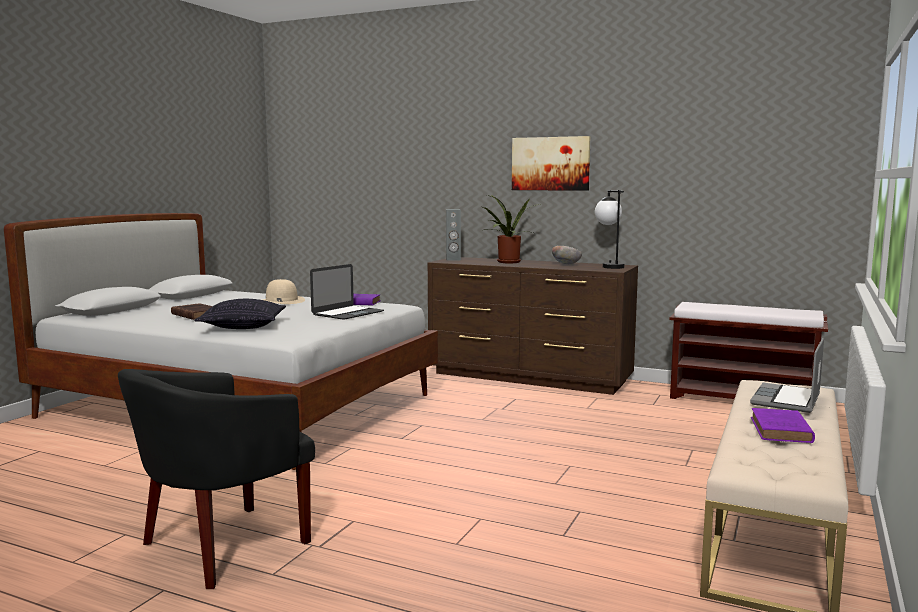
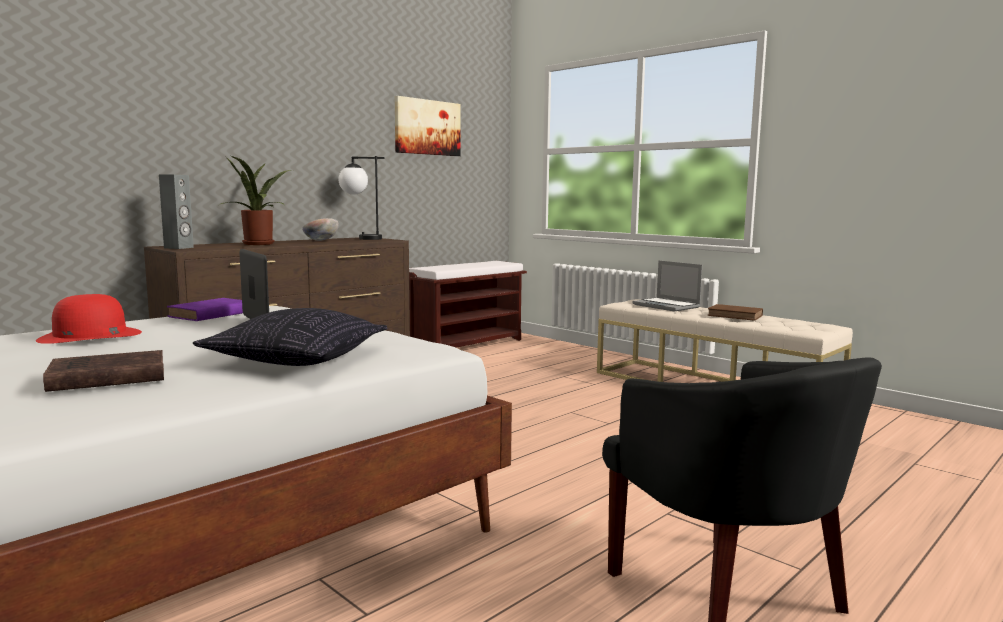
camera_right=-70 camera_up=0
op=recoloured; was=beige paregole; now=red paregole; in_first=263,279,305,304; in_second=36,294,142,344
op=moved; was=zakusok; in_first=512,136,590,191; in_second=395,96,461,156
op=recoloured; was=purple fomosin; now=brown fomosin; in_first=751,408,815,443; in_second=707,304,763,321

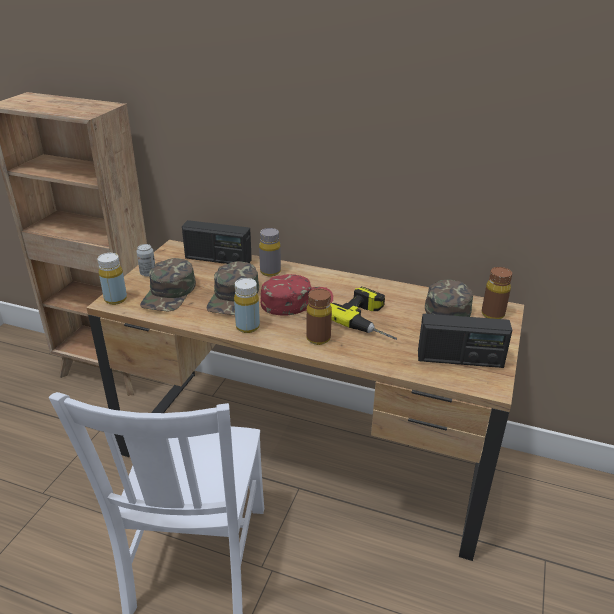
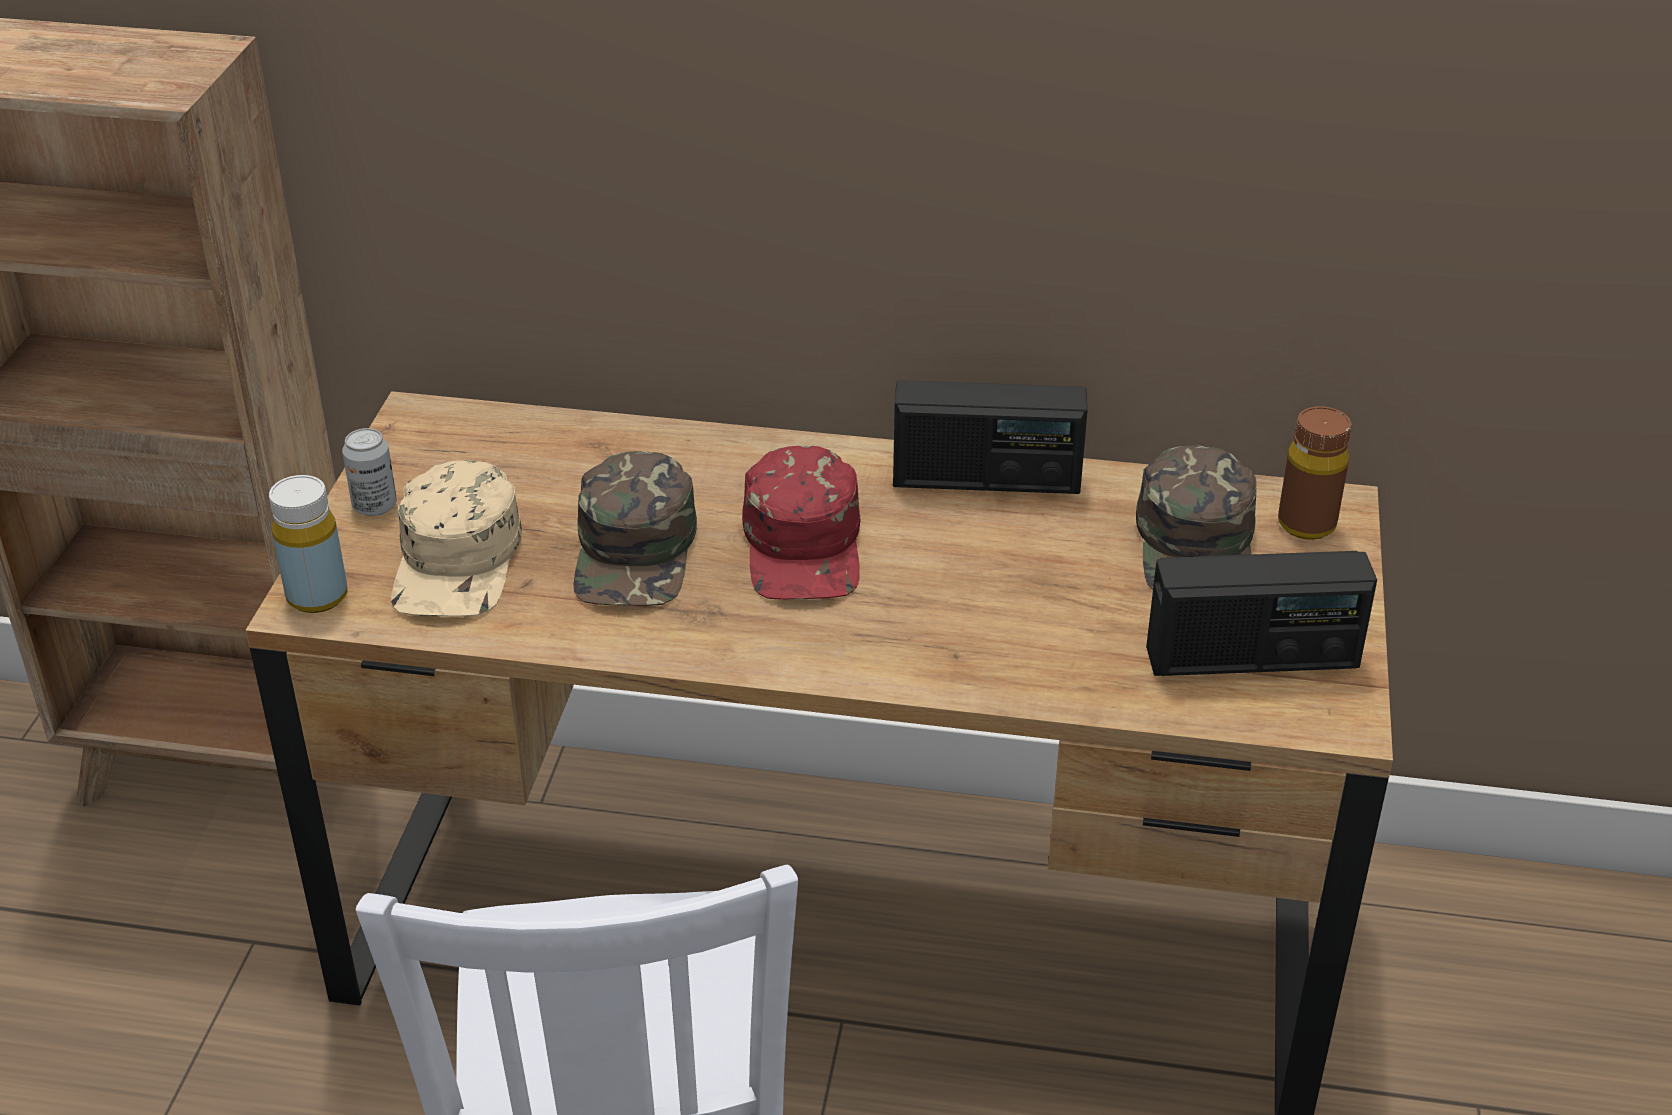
camera_right=-10 camera_up=5
op=recoloured; was=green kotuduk; now=beige kotuduk; in_first=140,258,196,312; in_second=391,460,521,617
op=moved; was=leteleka; in_first=182,220,252,264; in_second=893,380,1088,494
op=removed; was=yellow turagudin; in_first=234,278,260,333
op=removed; was=grey turagudin; in_first=259,228,281,277
op=turned; was=red kotuduk; in_first=260,274,333,316; in_second=742,445,860,600; clockwise=120
op=removed; was=brown turagudin; in_first=306,289,332,345
op=removed; was=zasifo; in_first=330,286,397,340

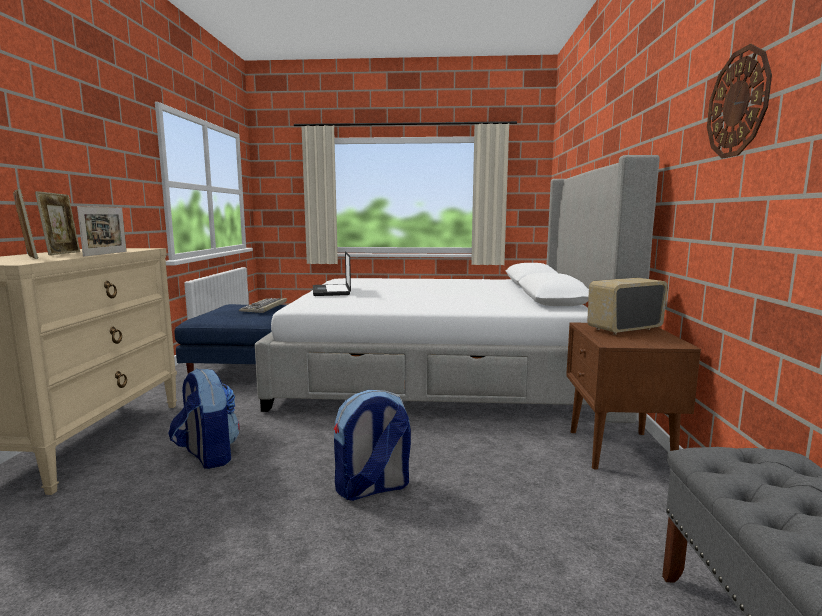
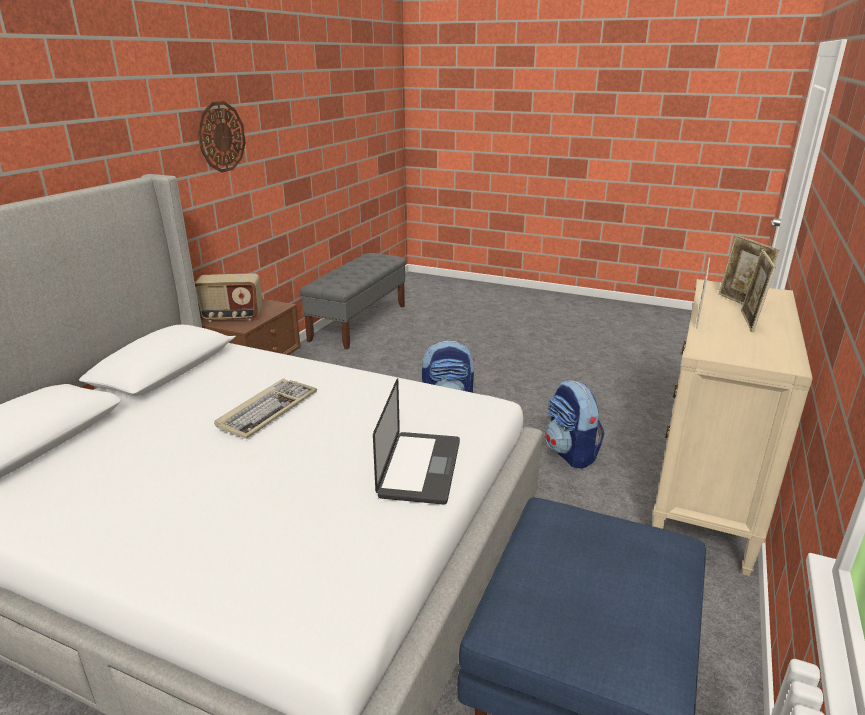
camera_right=-160 camera_up=15
op=moved; was=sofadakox; in_first=239,298,287,313; in_second=214,379,317,439

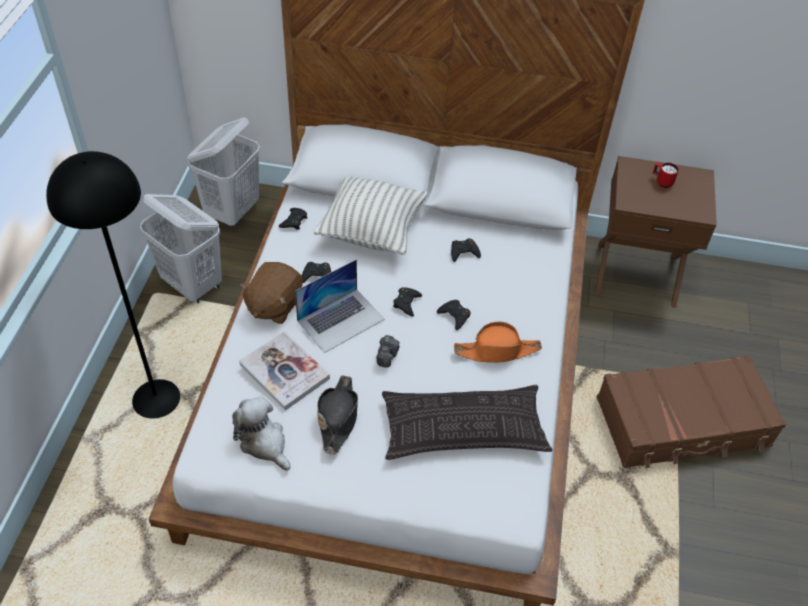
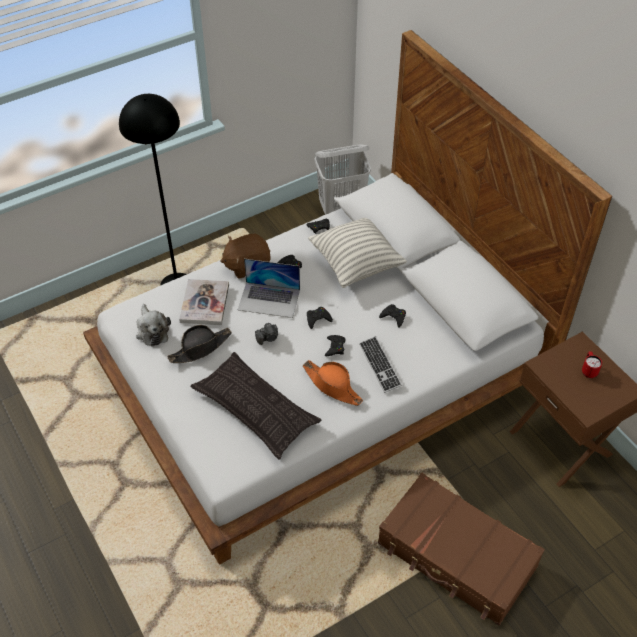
camera_right=50 camera_up=0
op=removed; was=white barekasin; in_first=140,194,222,303
op=turned; was=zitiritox; in_first=232,396,290,471; in_second=136,304,171,347; clockwise=150
op=added; now=sofadakox; in_second=359,336,402,393

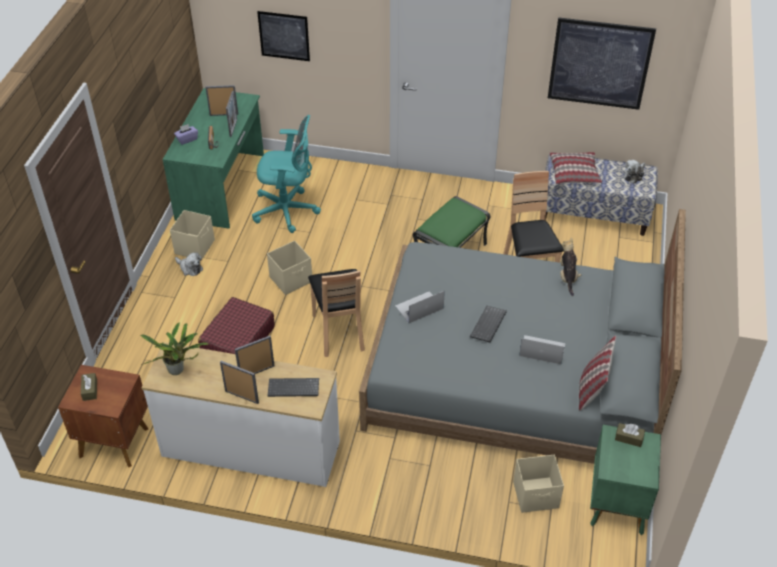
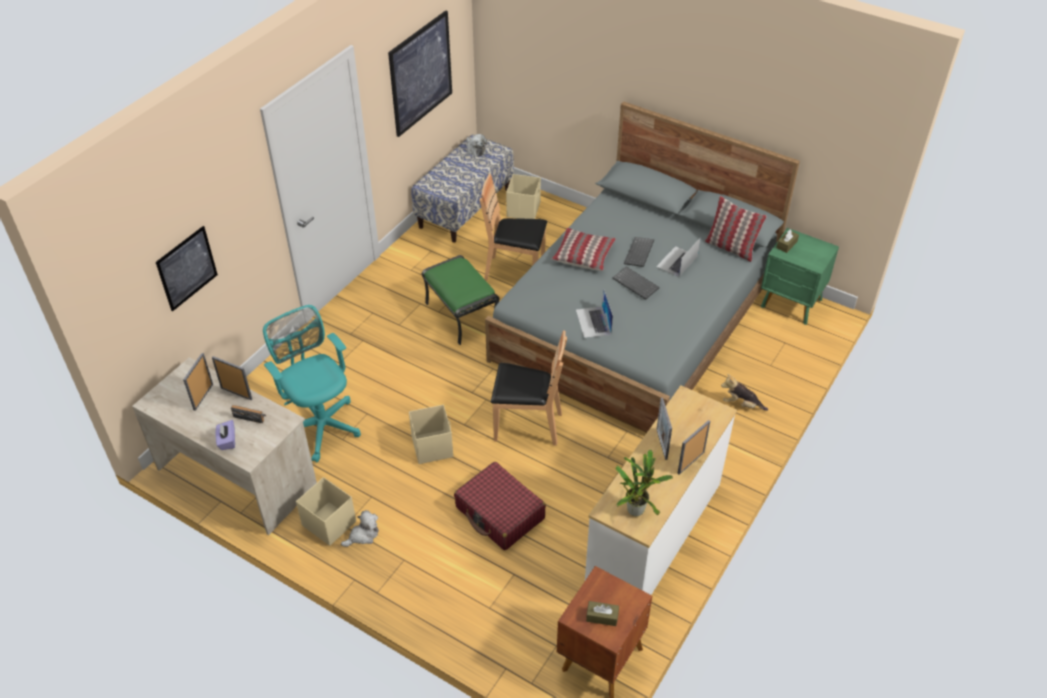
camera_right=-70 camera_up=0
op=recoloured; was=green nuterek; now=beige nuterek; in_first=163,88,264,229; in_second=132,358,317,535
op=turned; was=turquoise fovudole; in_first=252,115,321,233; in_second=263,305,361,462; clockwise=-60
op=moved; was=sofadakox; in_first=267,378,319,397; in_second=624,237,654,267
op=moved; was=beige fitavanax; in_first=513,455,564,513; in_second=506,174,541,219
op=moved; was=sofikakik; in_first=549,152,602,184; in_second=551,228,616,271
op=moved; was=zitiritox; in_first=560,237,582,296; in_second=721,374,768,411

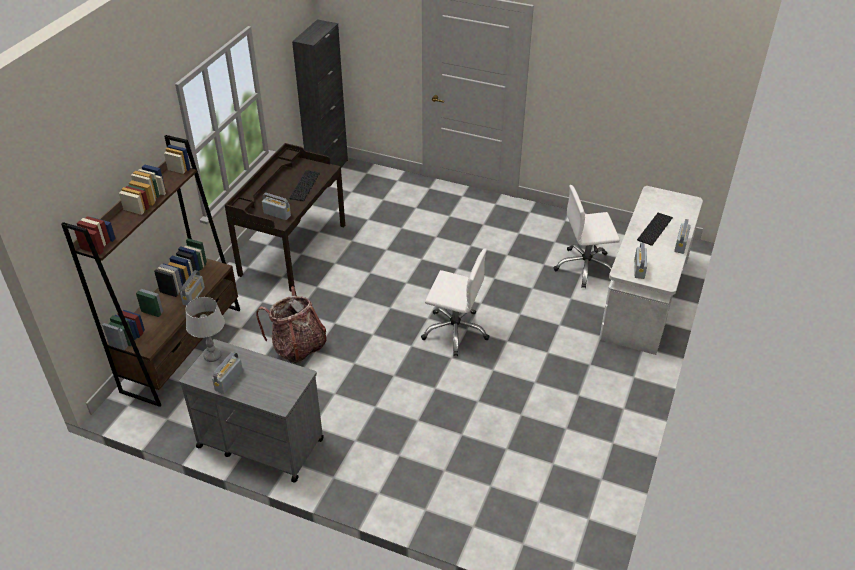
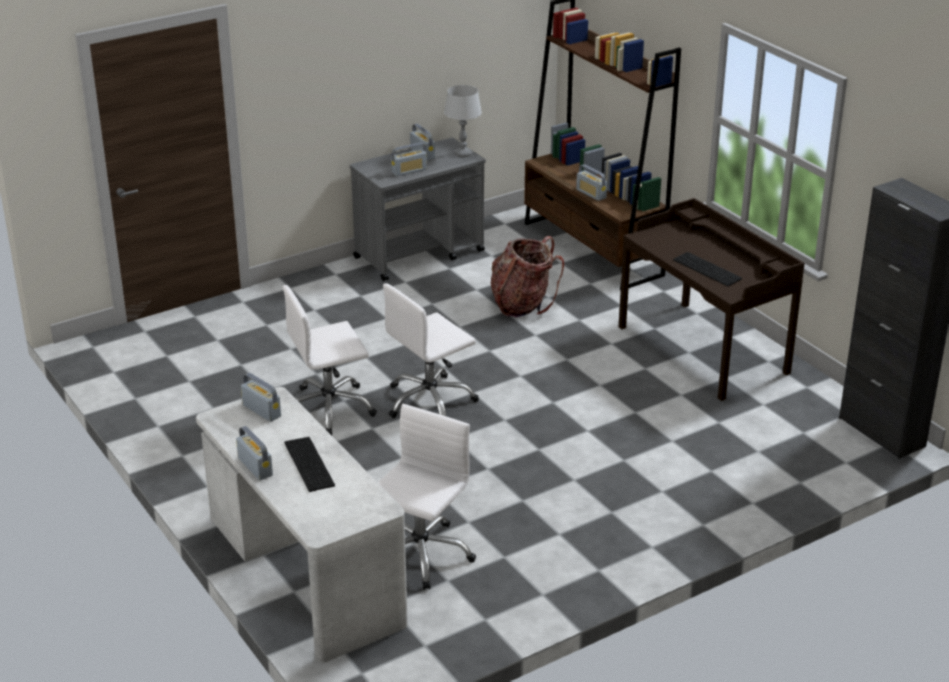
camera_right=125 camera_up=-10
op=moved; was=leteleka; in_first=262,193,291,220; in_second=391,142,427,176
op=added; now=white fovudole; in_second=283,285,377,435

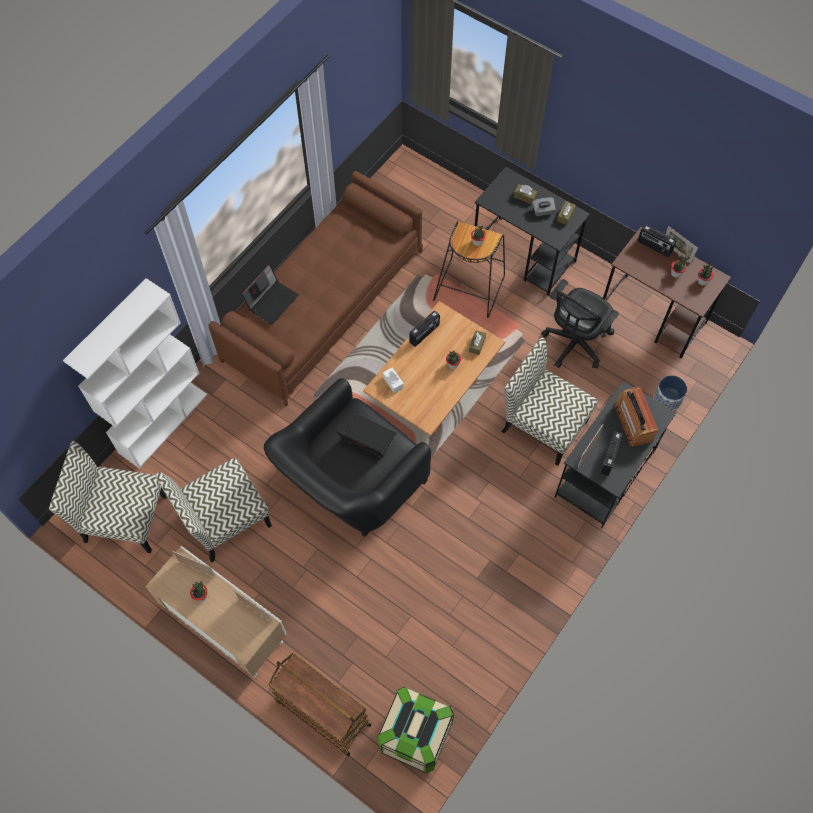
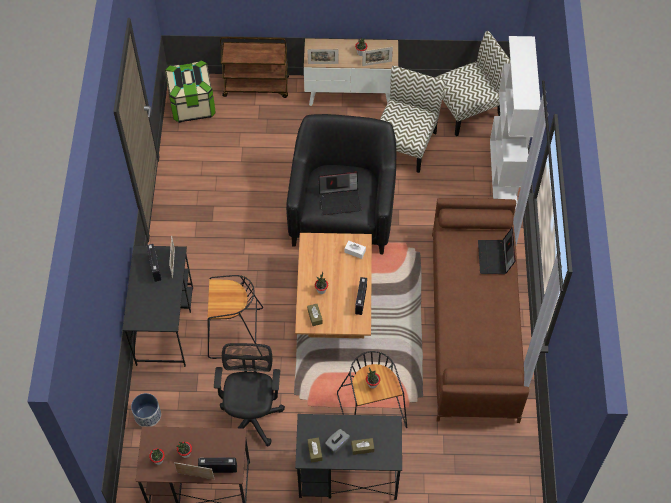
camera_right=145 camera_up=-5
op=replaced; was=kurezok; now=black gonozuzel; in_first=501,337,597,465; in_second=207,275,263,359
op=removed; was=leteleka; in_first=614,387,658,447

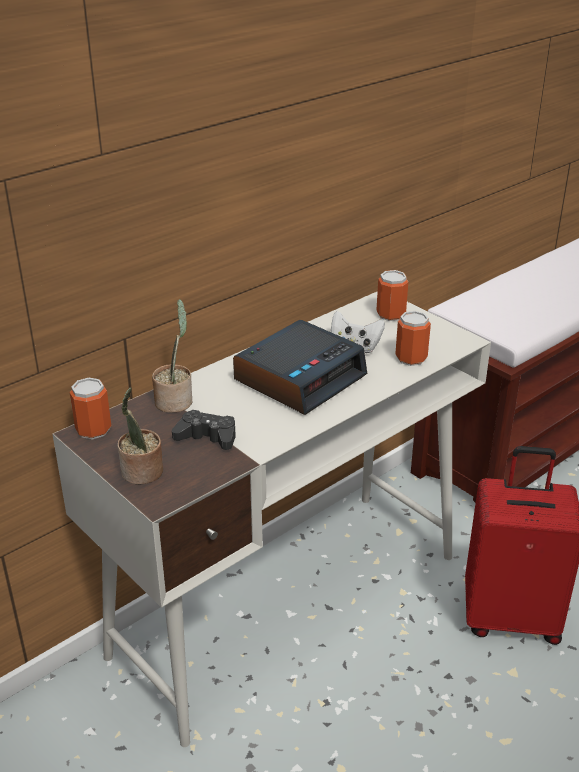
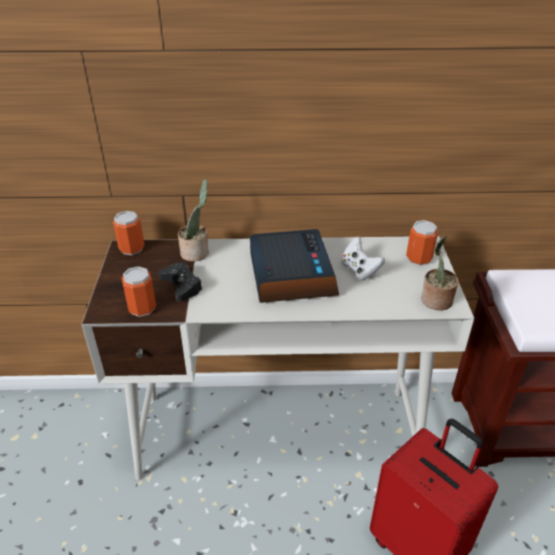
camera_right=40 camera_up=5
op=moved; was=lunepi; in_first=118,387,163,485; in_second=421,236,459,310
op=turned; was=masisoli; in_first=233,320,367,415; in_second=250,229,339,303; clockwise=-90
op=moved; was=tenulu; in_first=395,311,431,366; in_second=122,266,156,317

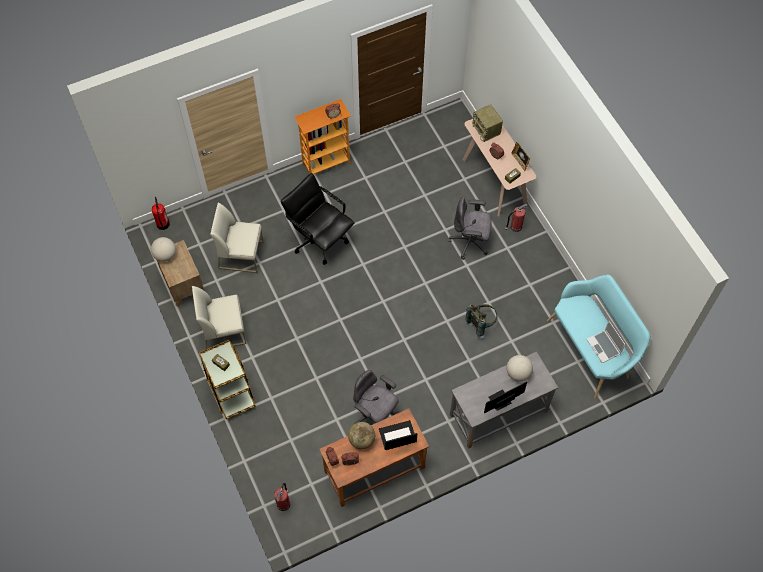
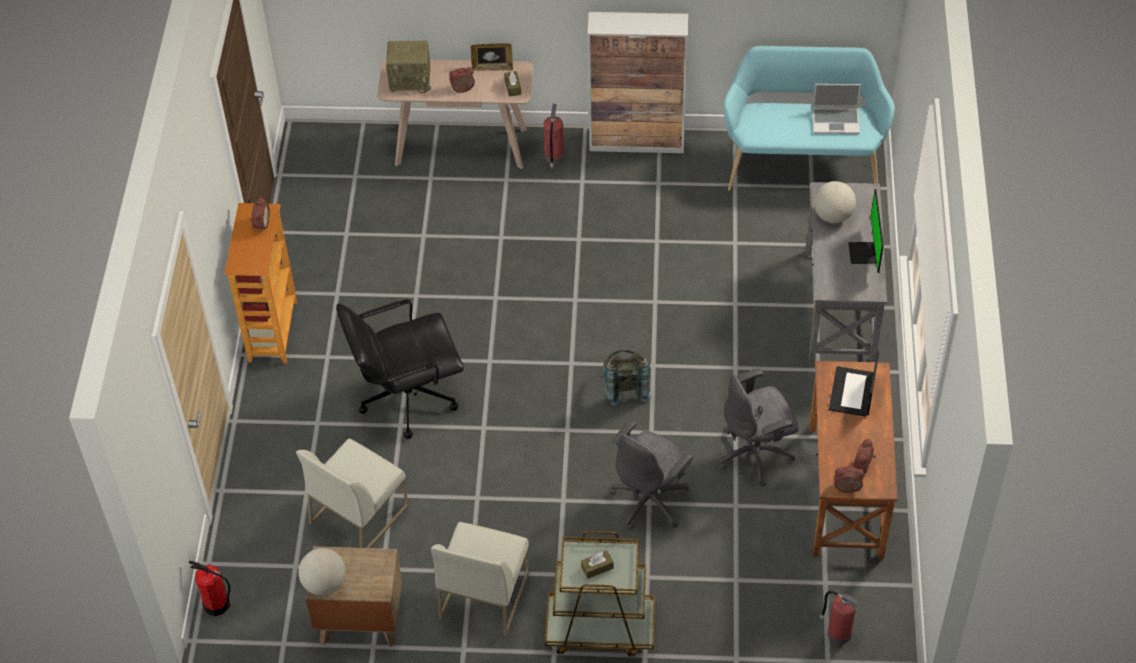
camera_right=-60 camera_up=-10
op=removed; was=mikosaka; in_first=348,422,375,449
op=moved; was=grey fovudole; in_first=449,197,492,260; in_second=610,420,693,530
op=moved; was=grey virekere; in_first=466,304,498,339; in_second=603,349,652,405
op=added; now=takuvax; in_second=587,12,688,153

